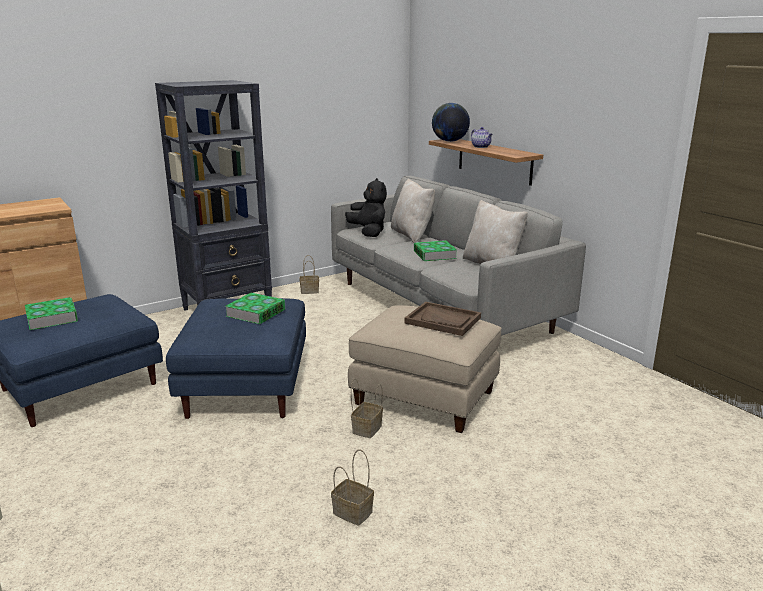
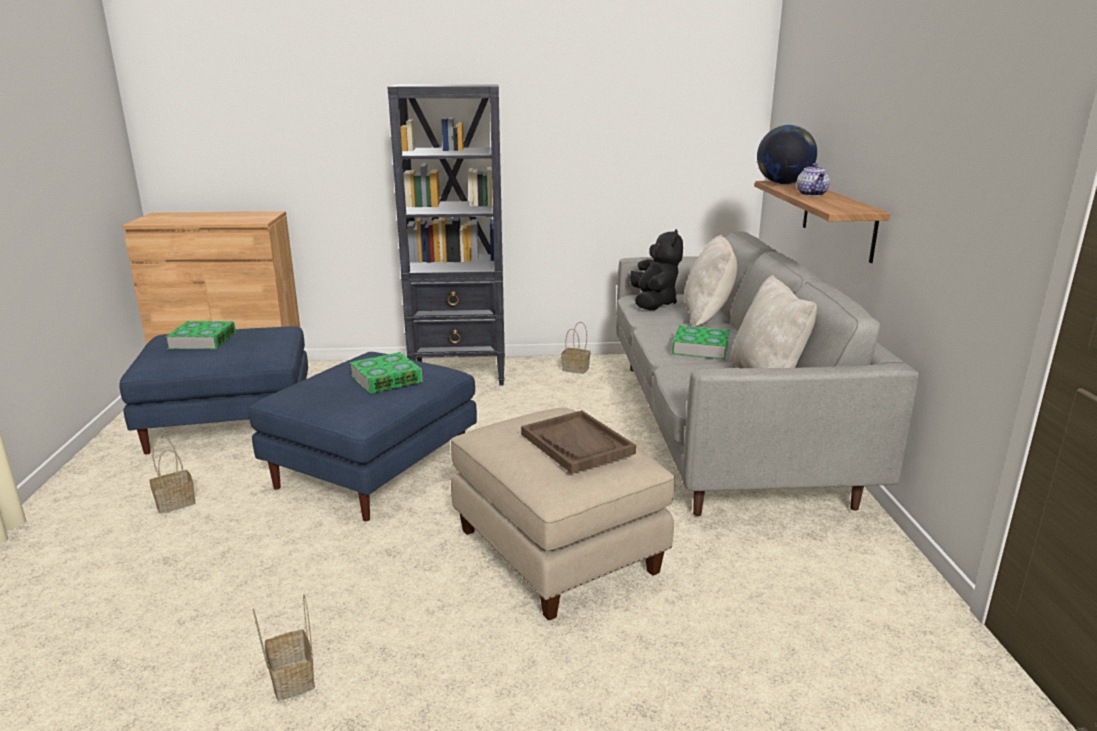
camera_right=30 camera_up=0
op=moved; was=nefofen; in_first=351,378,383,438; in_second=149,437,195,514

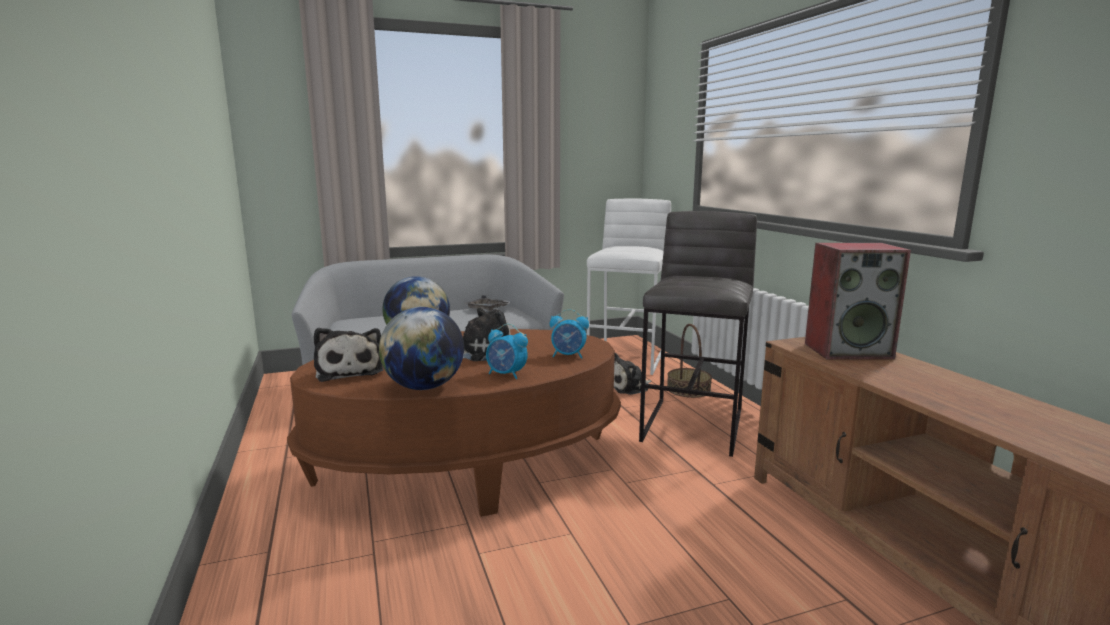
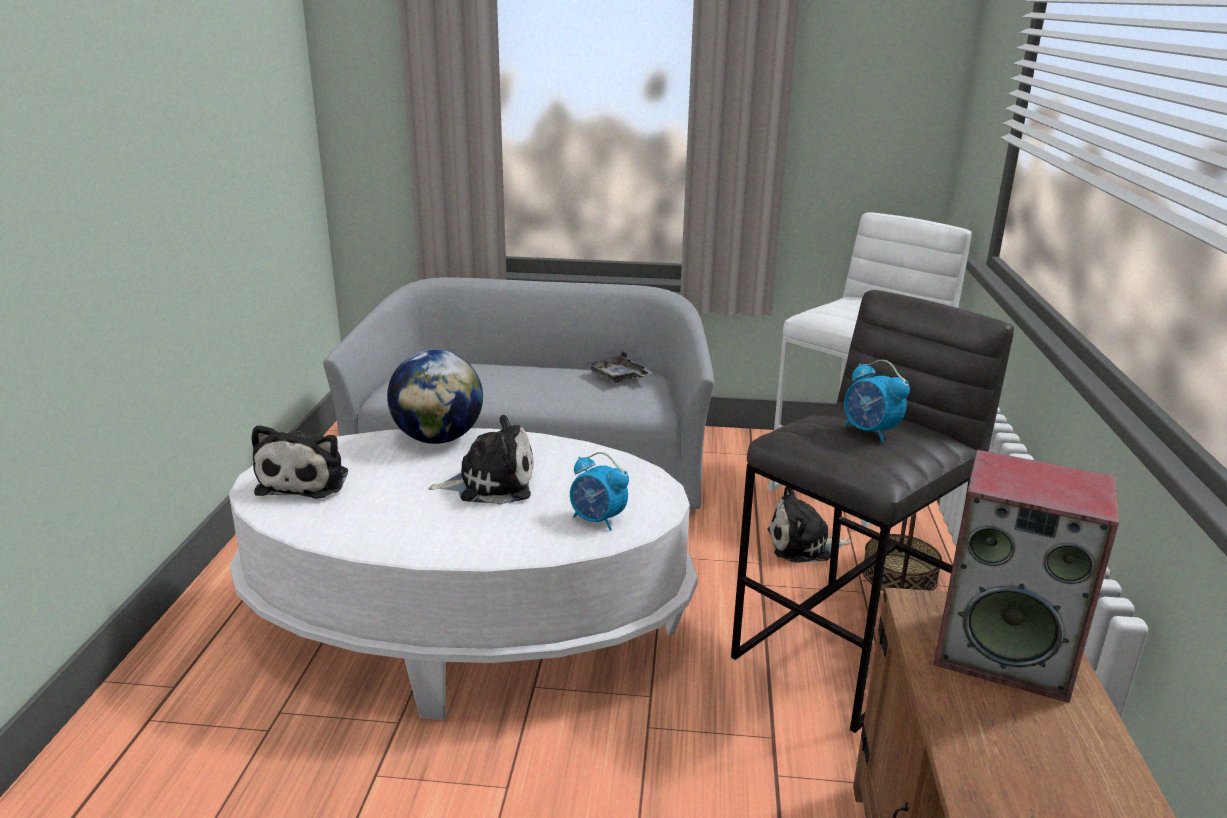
camera_right=25 camera_up=10
op=recoloured; was=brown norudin; now=white norudin; in_first=287,329,621,517; in_second=229,428,698,720
op=removed; was=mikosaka; in_first=379,307,464,390
op=moved; was=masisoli; in_first=486,324,528,379; in_second=844,360,910,442

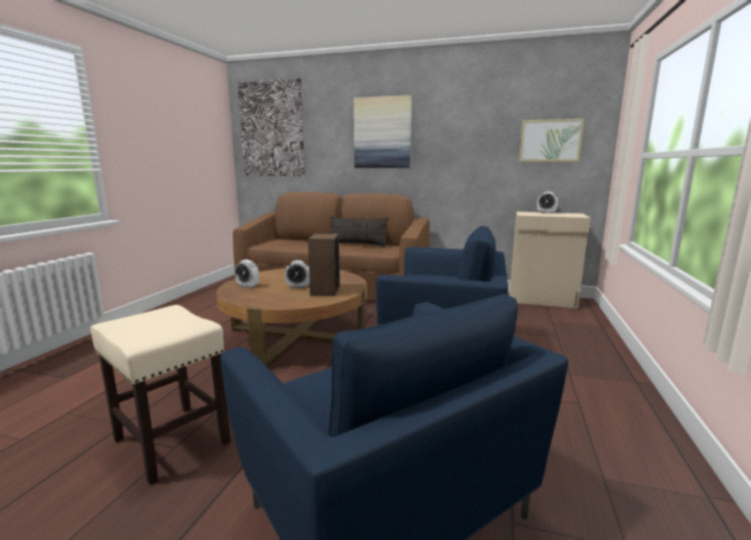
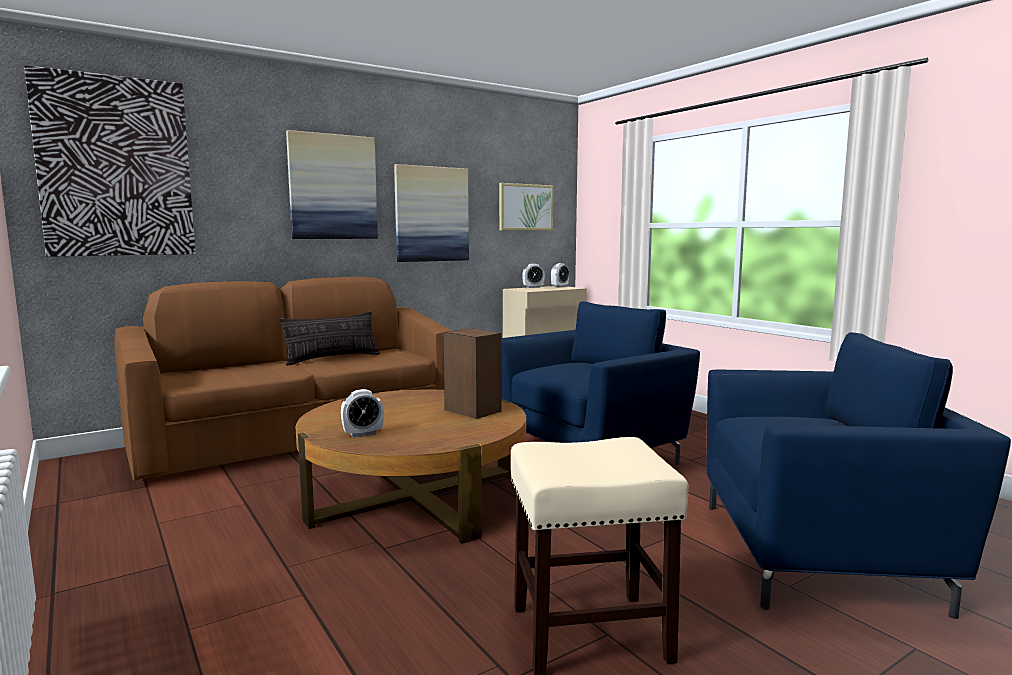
camera_right=-50 camera_up=-5
op=moved; was=masisoli; in_first=285,260,310,288; in_second=551,263,569,288
op=added; now=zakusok; in_second=394,164,469,262

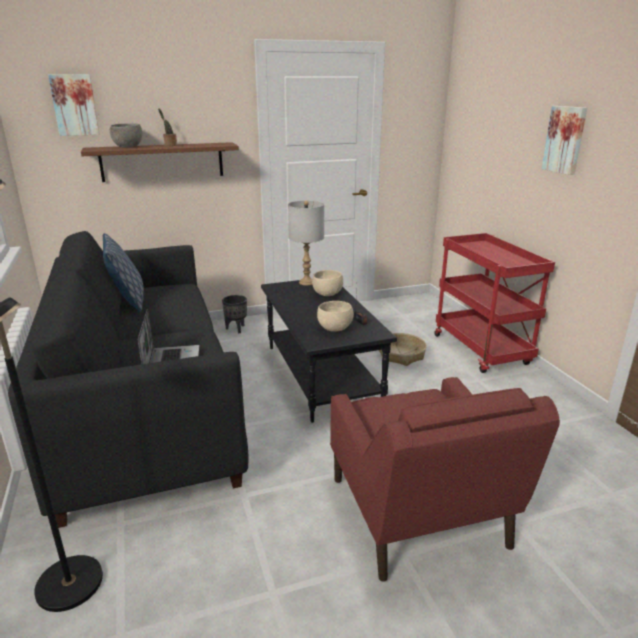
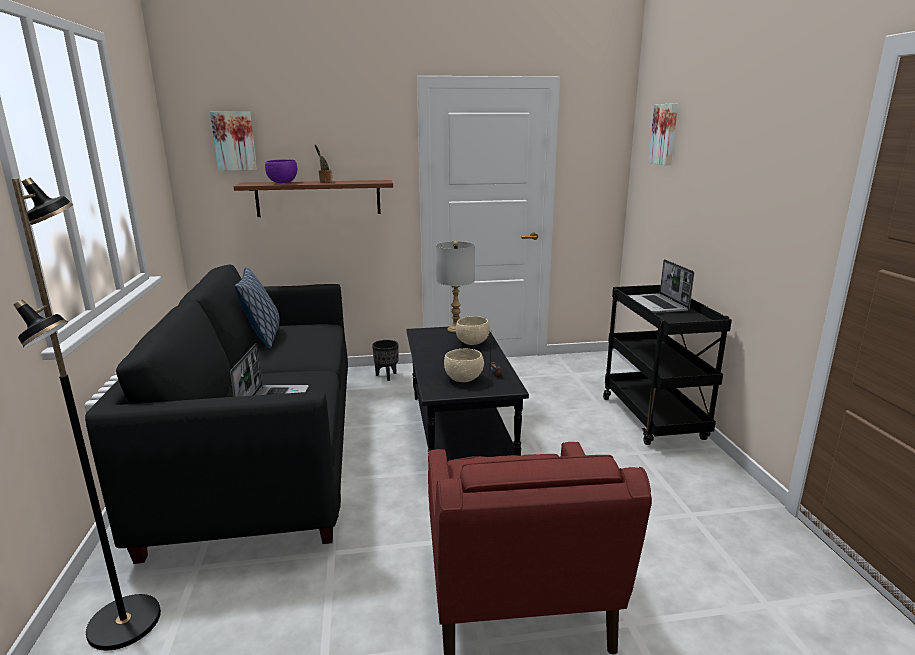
camera_right=10 camera_up=-5
op=recoloured; was=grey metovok; now=purple metovok; in_first=110,123,142,148; in_second=265,160,297,183
op=removed; was=nefofen; in_first=379,333,427,366
op=recoloured; was=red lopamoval; now=black lopamoval; in_first=435,233,555,373; in_second=603,285,732,445
op=moved; was=zakusok; in_first=542,106,587,175; in_second=648,103,678,165
op=added; now=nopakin; in_second=628,259,694,313

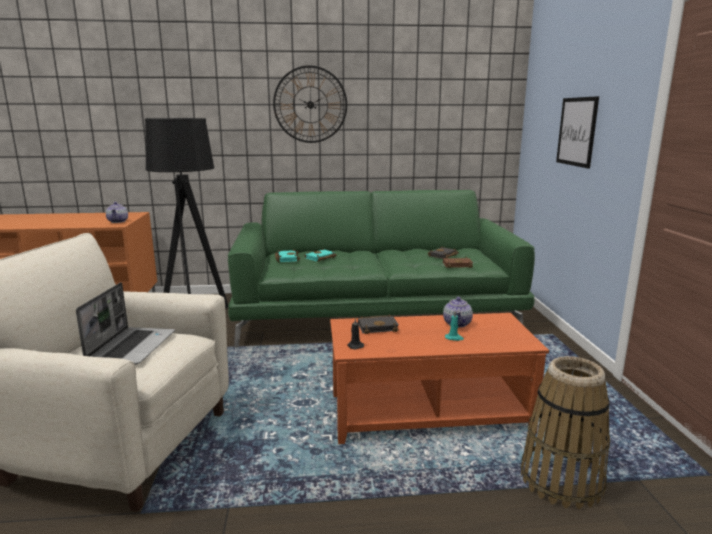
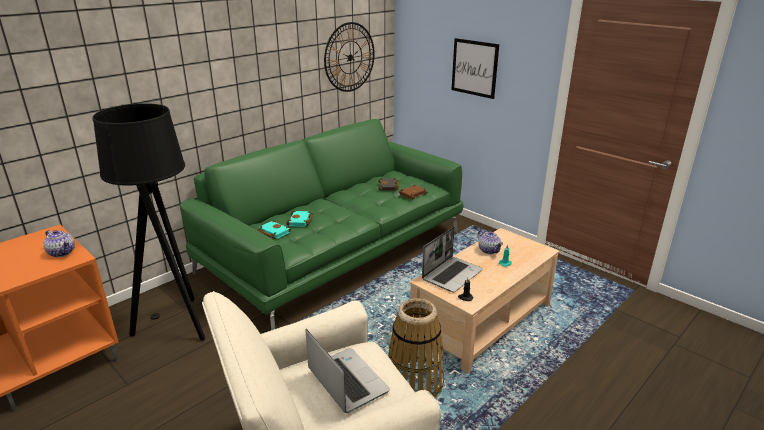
camera_right=-40 camera_up=10
op=moved; was=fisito; in_first=273,65,347,143; in_second=324,22,375,92
op=recoloured; was=orange norudin; now=beige norudin; in_first=330,313,549,444; in_second=410,228,560,374
op=replaced; was=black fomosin; now=nopakin; in_first=358,315,399,334; in_second=422,227,483,292
op=moved; was=nefofen; in_first=521,356,610,509; in_second=388,298,444,398

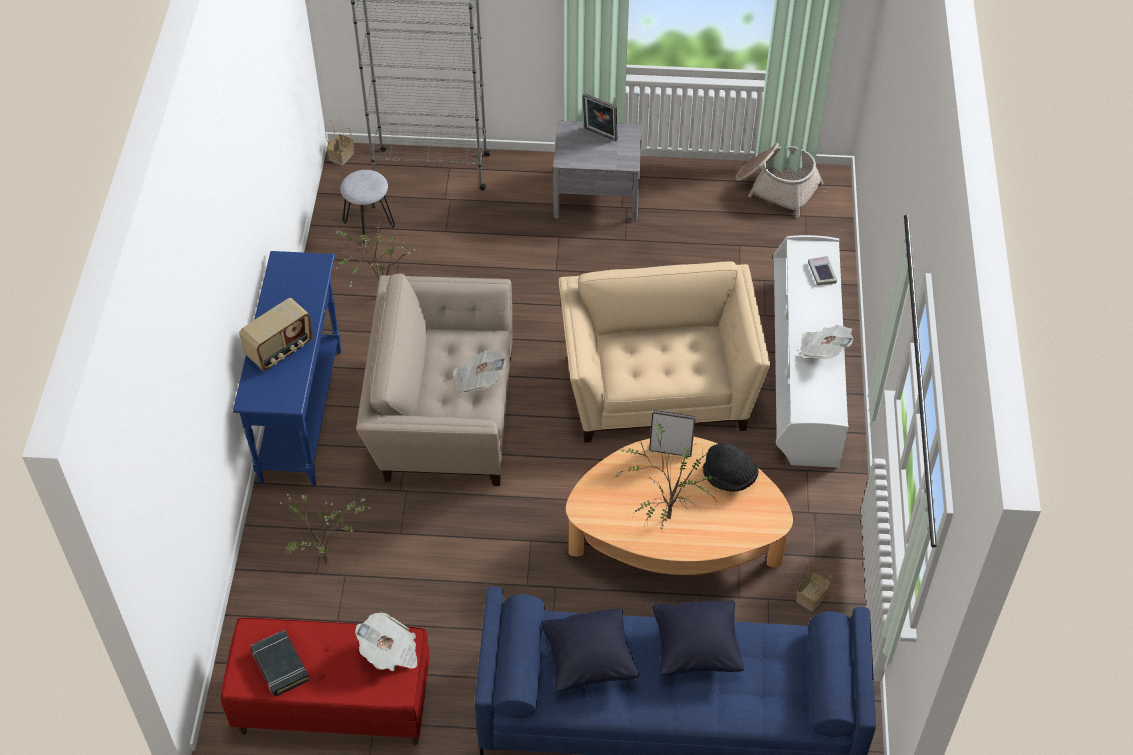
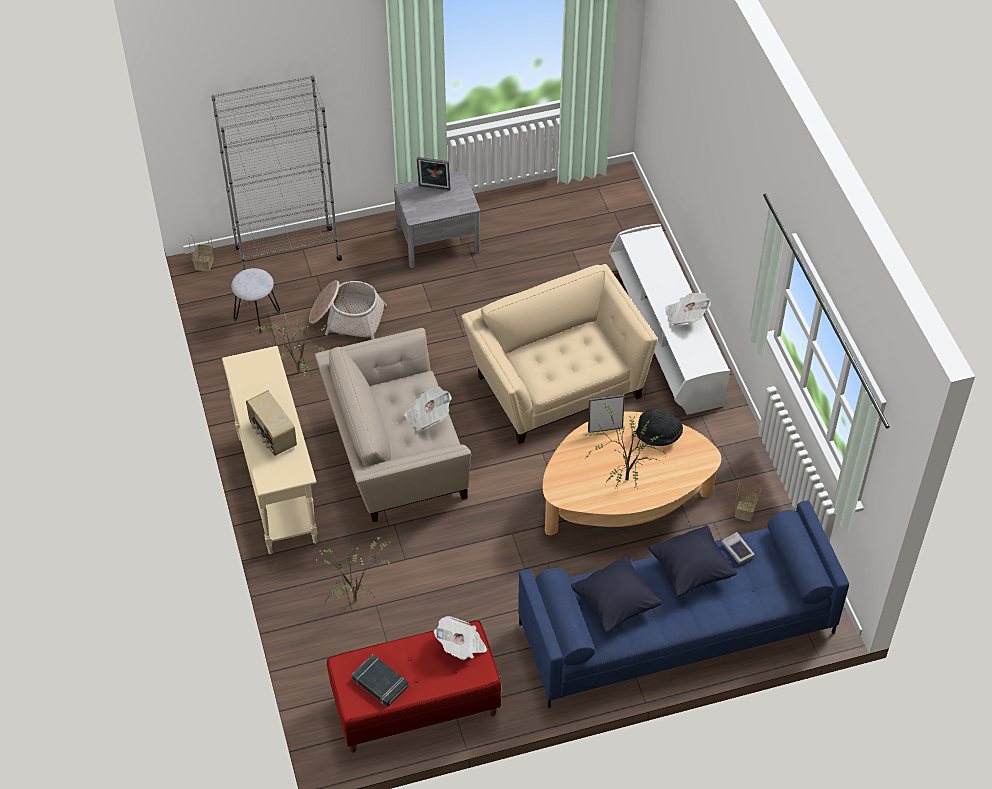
camera_right=-20 camera_up=0
op=recoloured; was=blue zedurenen; now=beige zedurenen; in_first=233,251,341,486; in_second=222,346,317,554
op=turned; was=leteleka; in_first=239,298,313,371; in_second=246,390,297,456; clockwise=120
op=moved; was=nefofen; in_first=736,143,824,217; in_second=309,280,387,340
op=moved; was=fomosin; in_first=808,256,837,285; in_second=721,532,755,564

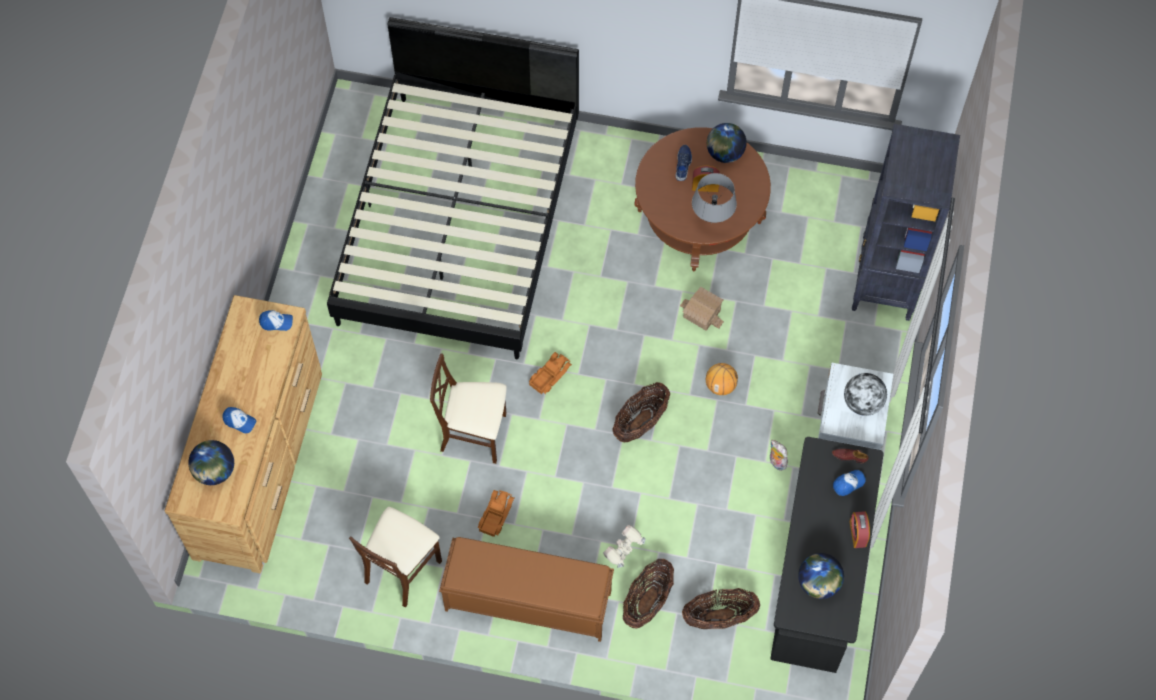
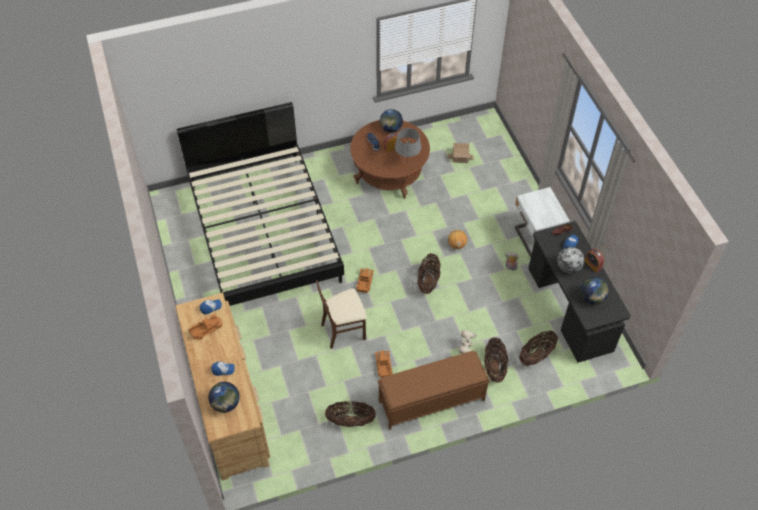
camera_right=-30 camera_up=-10
op=replaced; was=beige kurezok; now=nefofen; in_first=349,507,442,608; in_second=325,401,376,427
op=moved; was=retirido; in_first=680,287,724,331; in_second=447,143,474,163
op=moved; was=mikosaka; in_first=844,373,887,416; in_second=557,247,584,274
op=removed; was=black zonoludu; in_first=852,124,960,321
op=added; now=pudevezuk; in_second=188,314,223,340

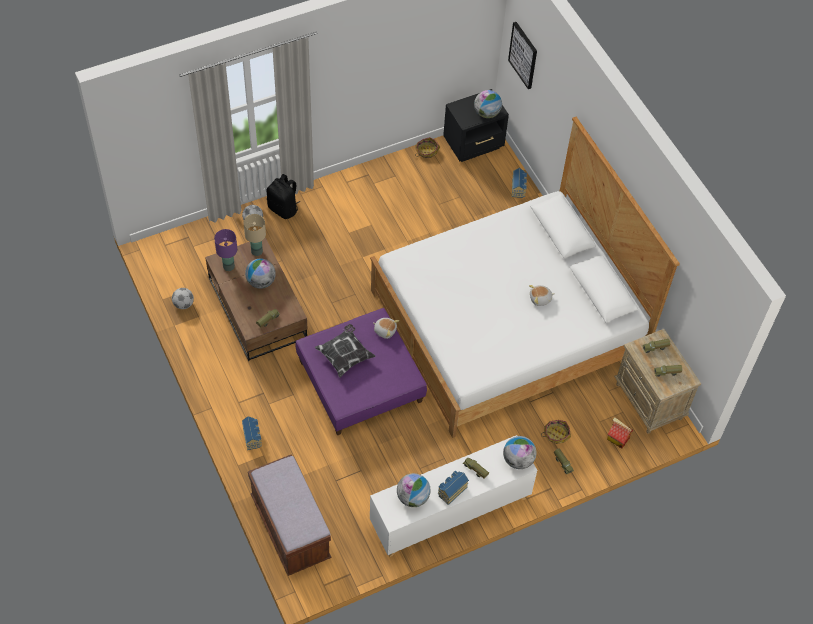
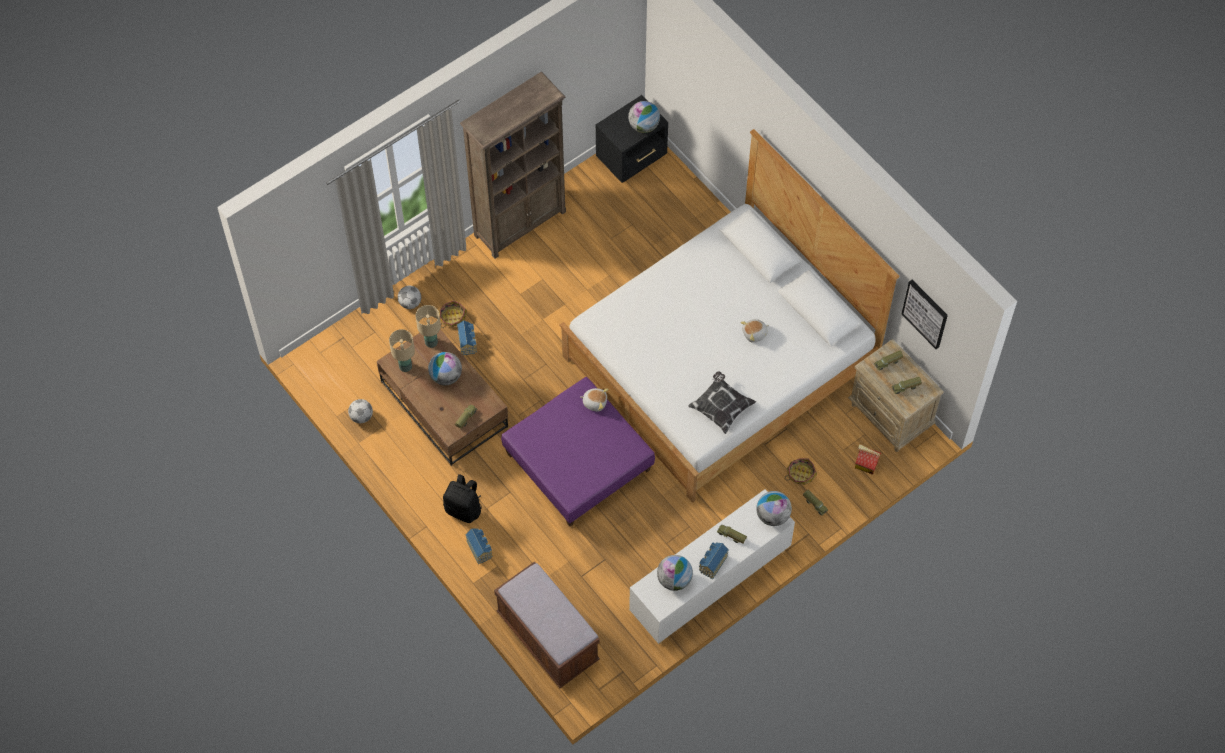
camera_right=-10 camera_up=5
op=recoloured; was=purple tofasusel; now=beige tofasusel; in_first=214,229,237,271; in_second=389,329,415,372
op=moved; was=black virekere; in_first=267,174,300,219; in_second=443,474,482,523
op=moved; was=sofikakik; in_first=315,324,375,378; in_second=688,371,756,434
op=moved; was=nefofen; in_first=415,137,440,158; in_second=439,301,467,328
op=moved; was=zakusok; in_first=508,22,537,89; in_second=902,280,948,349
op=moved; was=retirido; in_first=512,168,527,198; in_second=457,320,477,355
op=added; now=brown zonoludu; in_second=460,72,566,259

